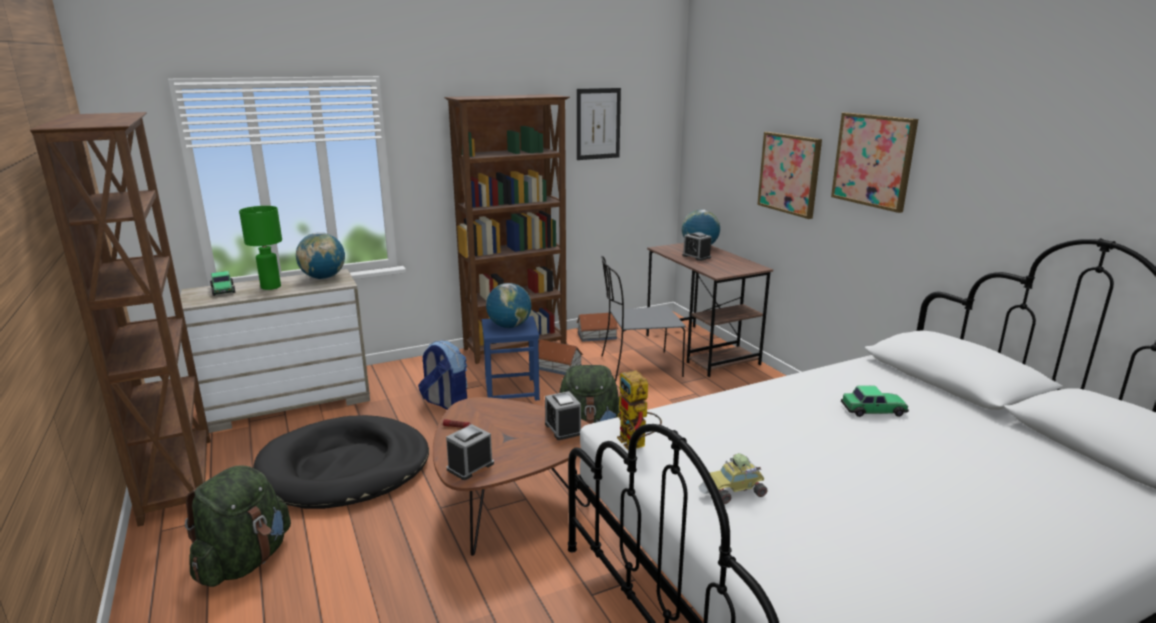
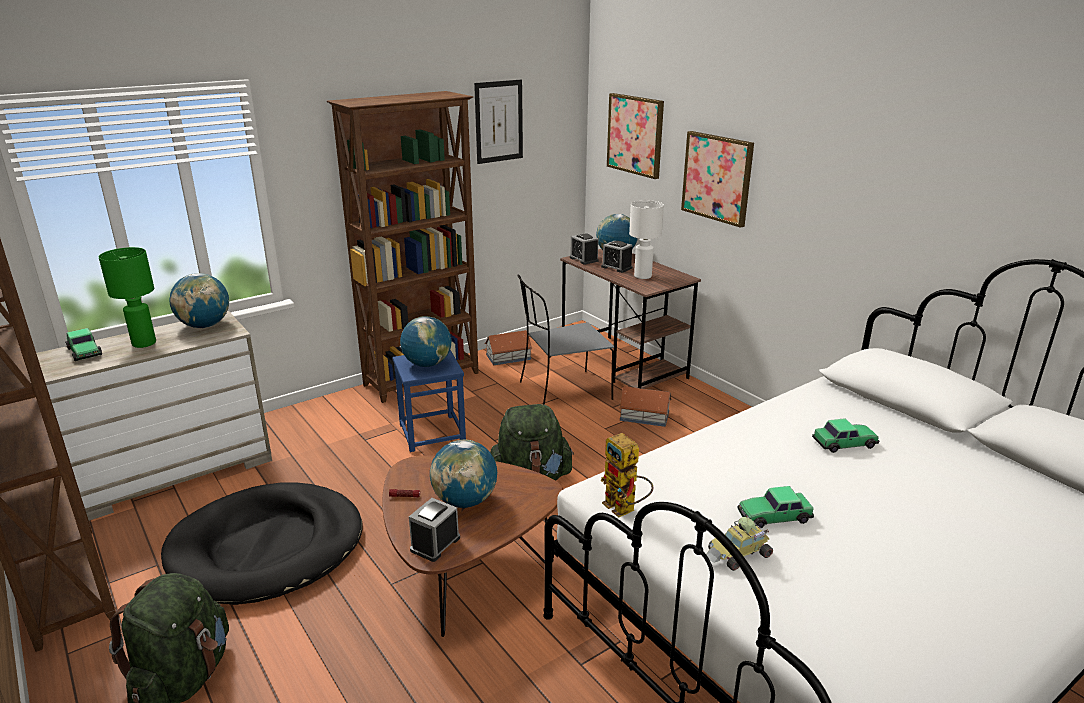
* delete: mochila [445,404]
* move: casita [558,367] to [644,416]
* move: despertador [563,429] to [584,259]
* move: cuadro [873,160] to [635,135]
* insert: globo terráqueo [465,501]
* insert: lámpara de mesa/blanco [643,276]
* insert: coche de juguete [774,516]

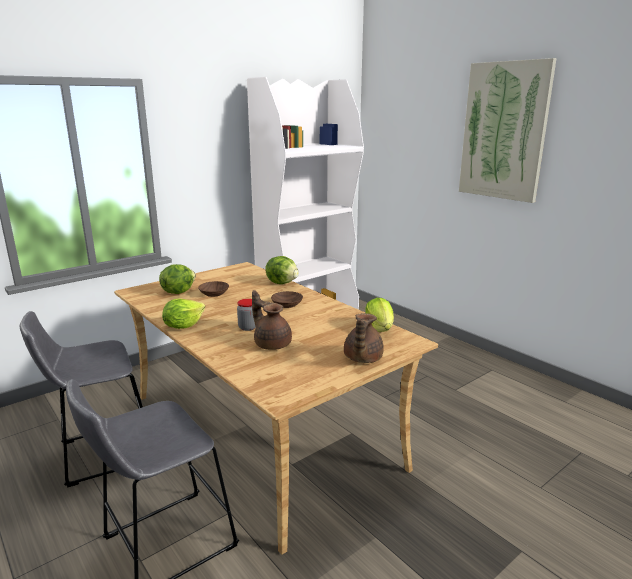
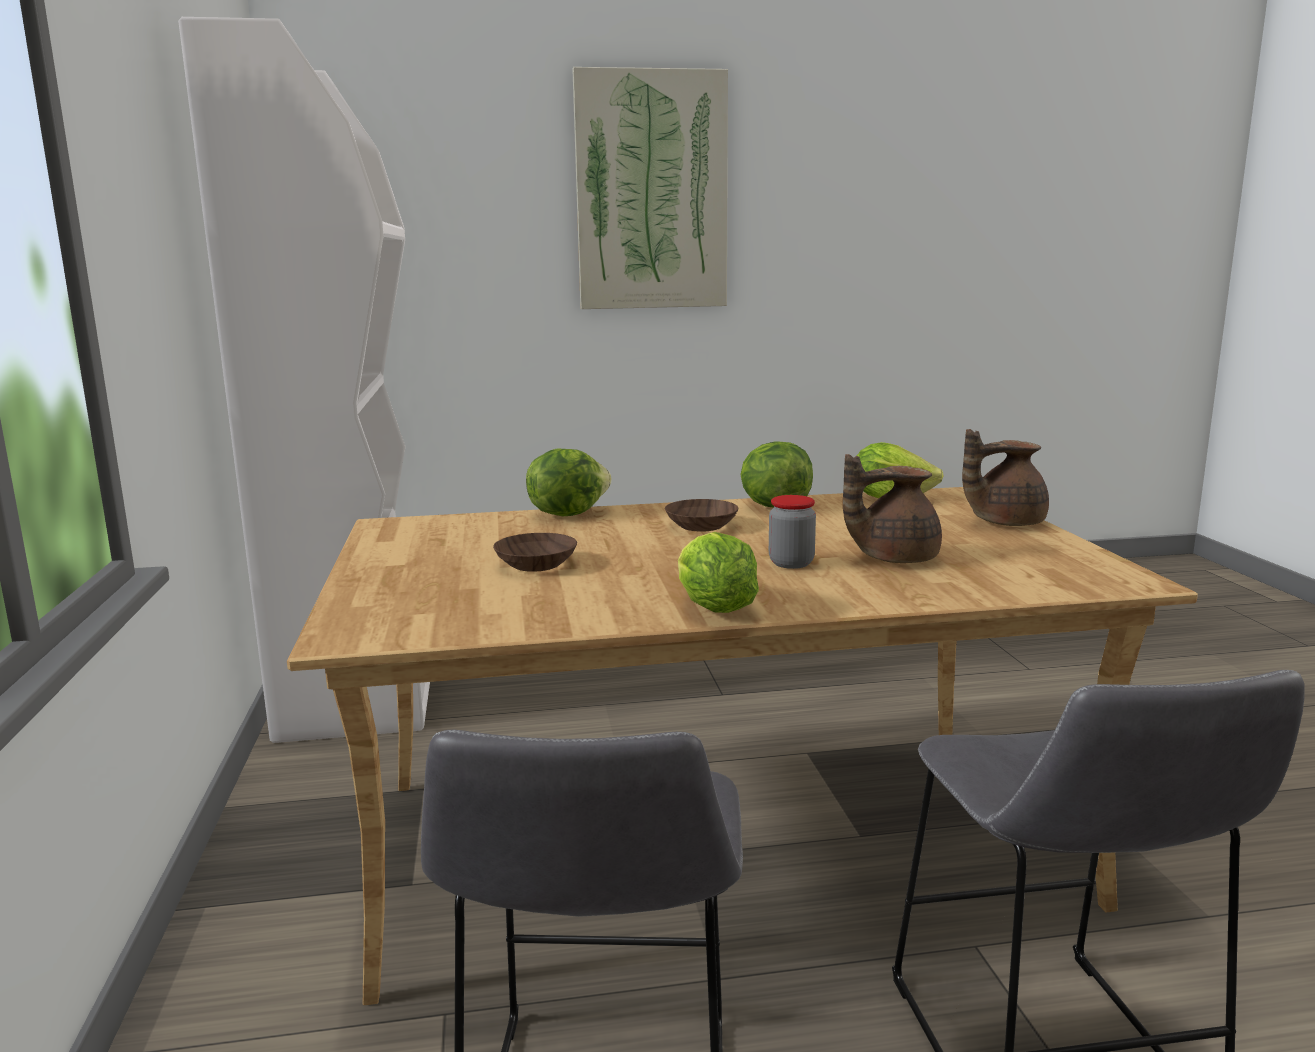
* move: lechuga [178,292] to [774,506]
* rotate: tetera/marrón [362,358] = [1003,522] 120 degrees clockwise

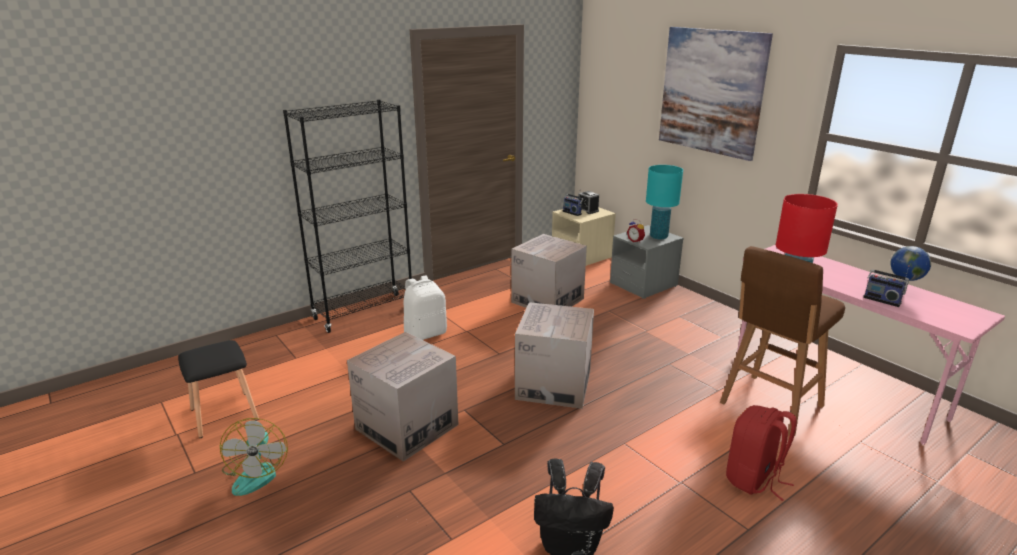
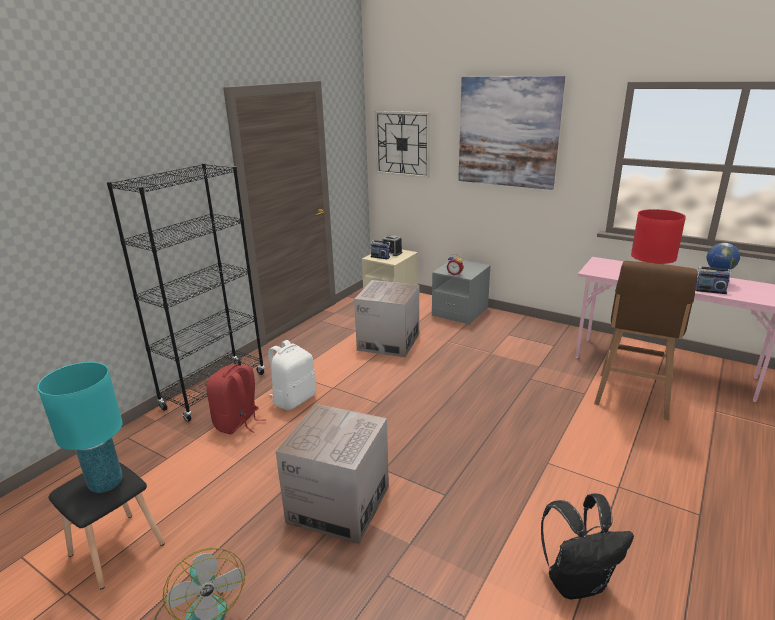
* delete: caja de cartón [553,385]
* move: lámpara de mesa/turquesa [659,237] to [106,483]
* move: mochila/rojo [754,479] to [238,423]
* insert: reloj de pared [402,144]

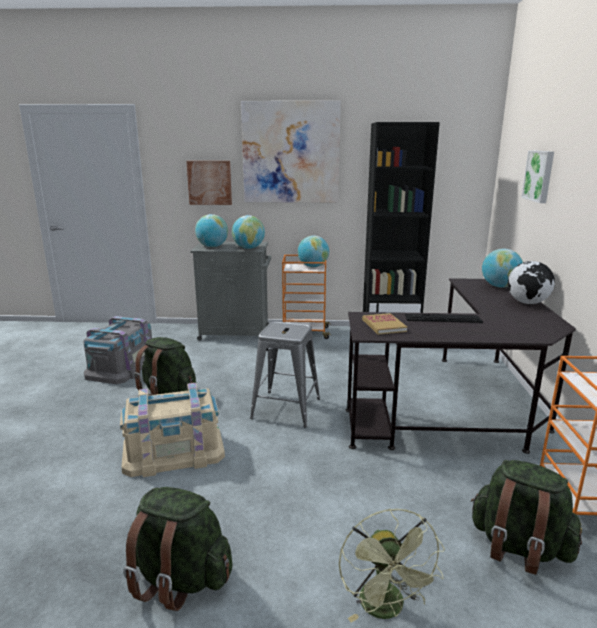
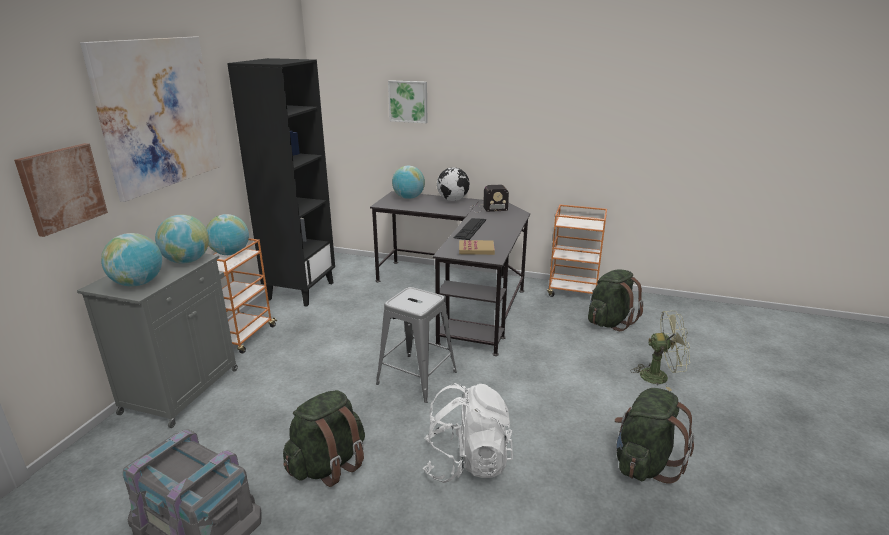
* replace: caja de almacenaje/beis [174,450] to mochila/blanco [467,462]
* insert: radio [487,208]

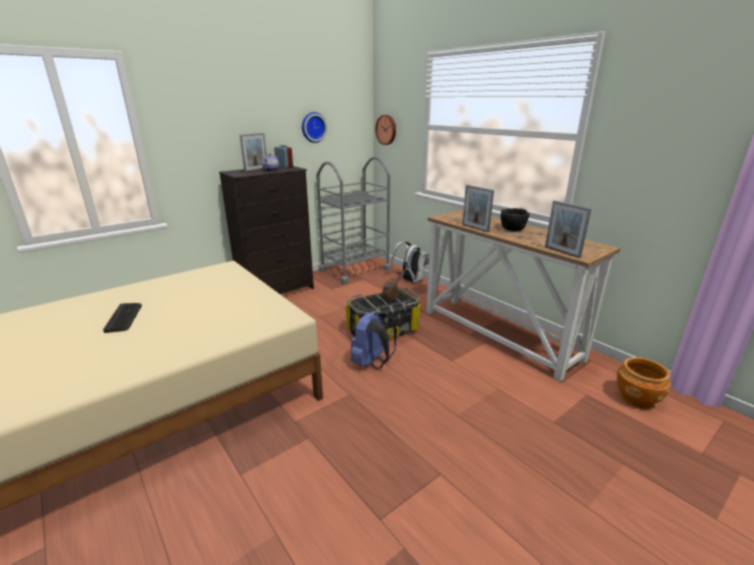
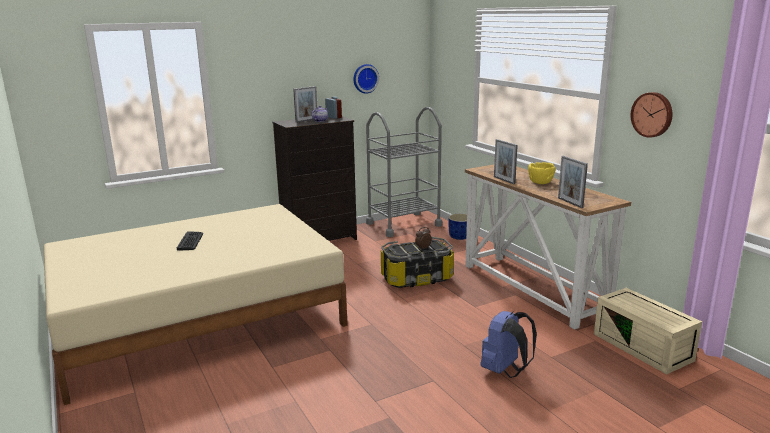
* move: mochila/azul [372,363] to [505,370]
* move: reloj de pared [386,130] to [652,114]
* replace: mochila/blanco [410,280] to maceta/azul [459,237]
* recolor: cuenco/negro [512,229] to cuenco/amarillo [540,182]
* replace: maceta/marrón [637,398] to caja de almacenaje/beis [644,347]

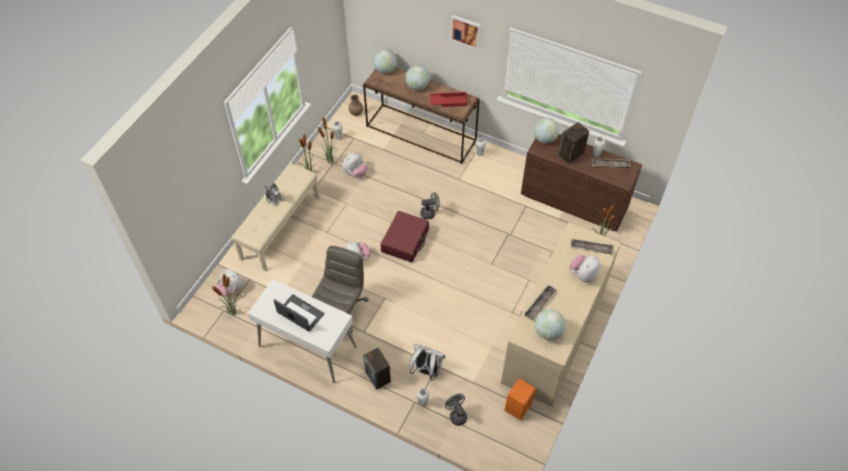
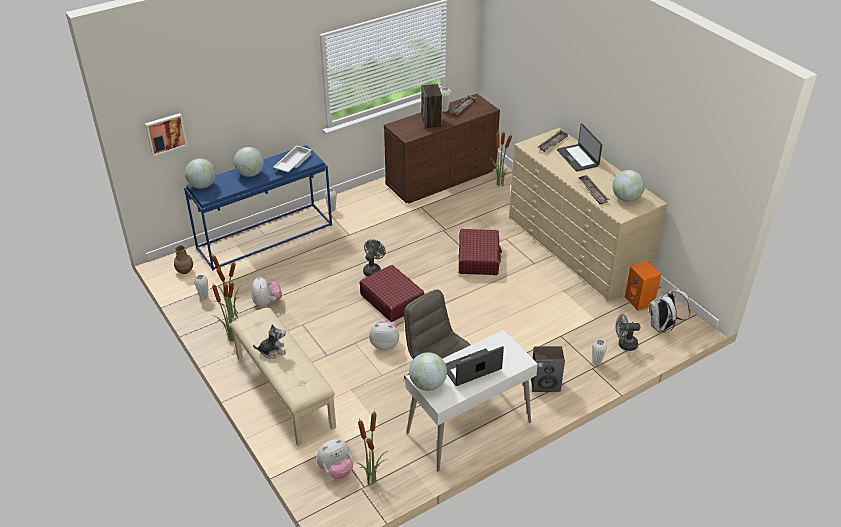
* recolor: mesa consola/marrón [422,133] to mesa consola/azul [265,235]
* move: mochila/blanco [426,370] to [662,327]
* recolor: bandeja/rojo [448,101] to bandeja/blanco [292,162]
* move: cuadro [466,31] to [165,133]
* move: globo terráqueo [545,139] to [428,384]
* replace: peluche [583,274] to portátil [578,158]
* insert: maleta/rojo [478,258]

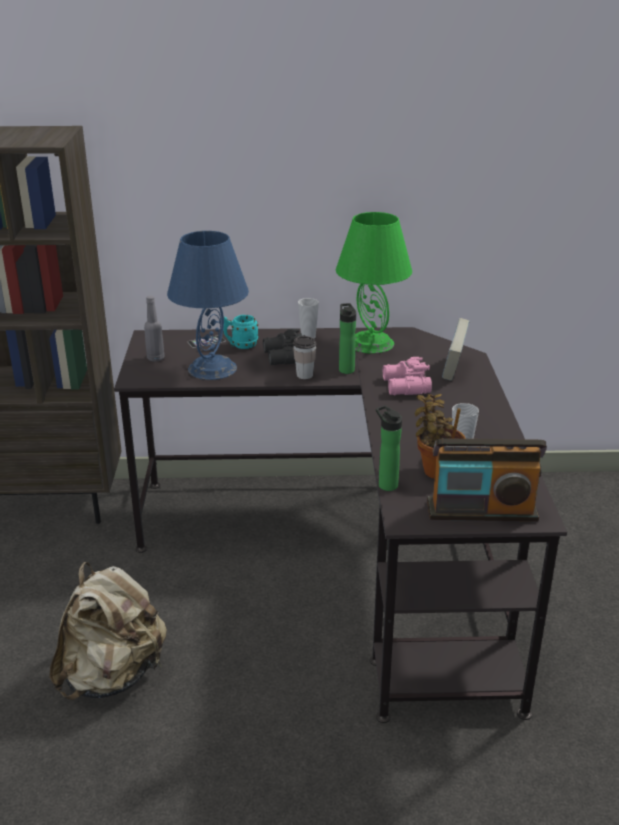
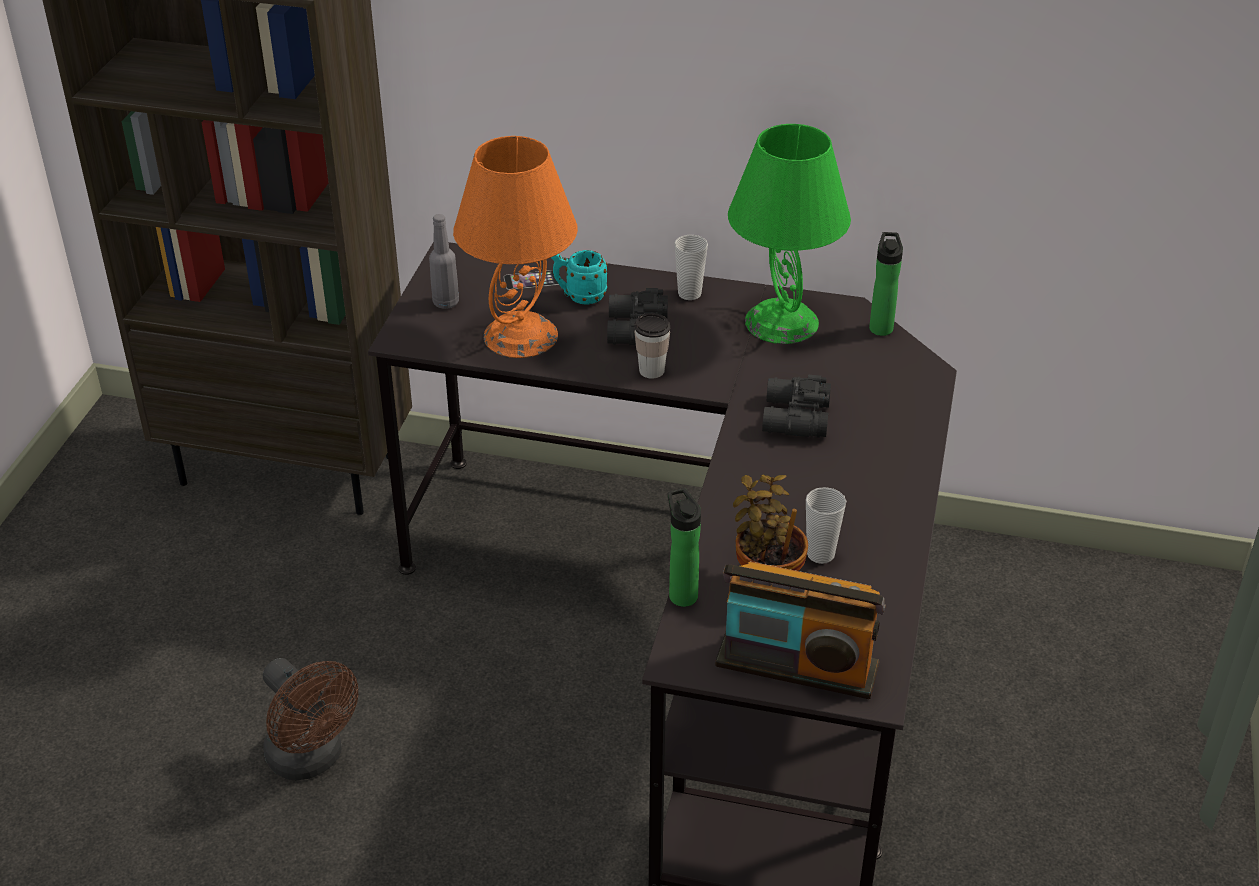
* replace: mochila/beis [113,675] to ventilador/marrón [312,759]
* recolor: lámpara de mesa/azul [212,369] to lámpara de mesa/naranja [521,336]
* move: botella [346,369] to [881,326]
* recolor: prismáticos/rosa [405,387] to prismáticos/negro [793,418]
* delete: libro [453,370]

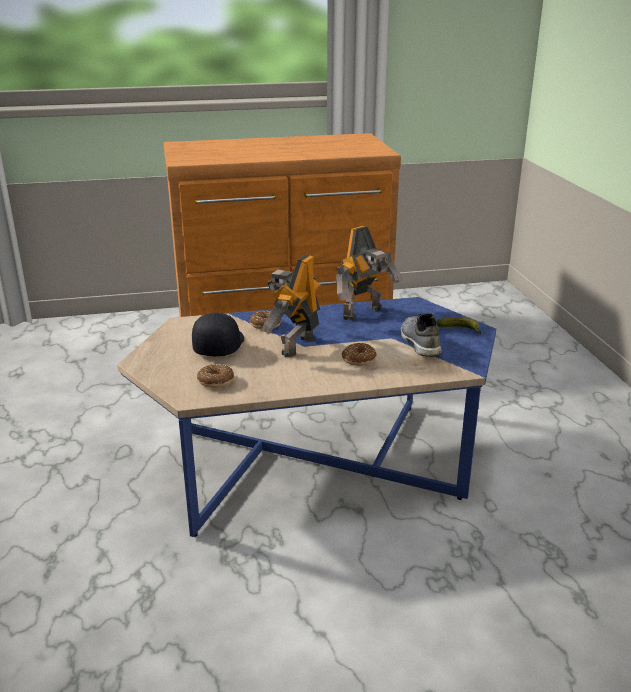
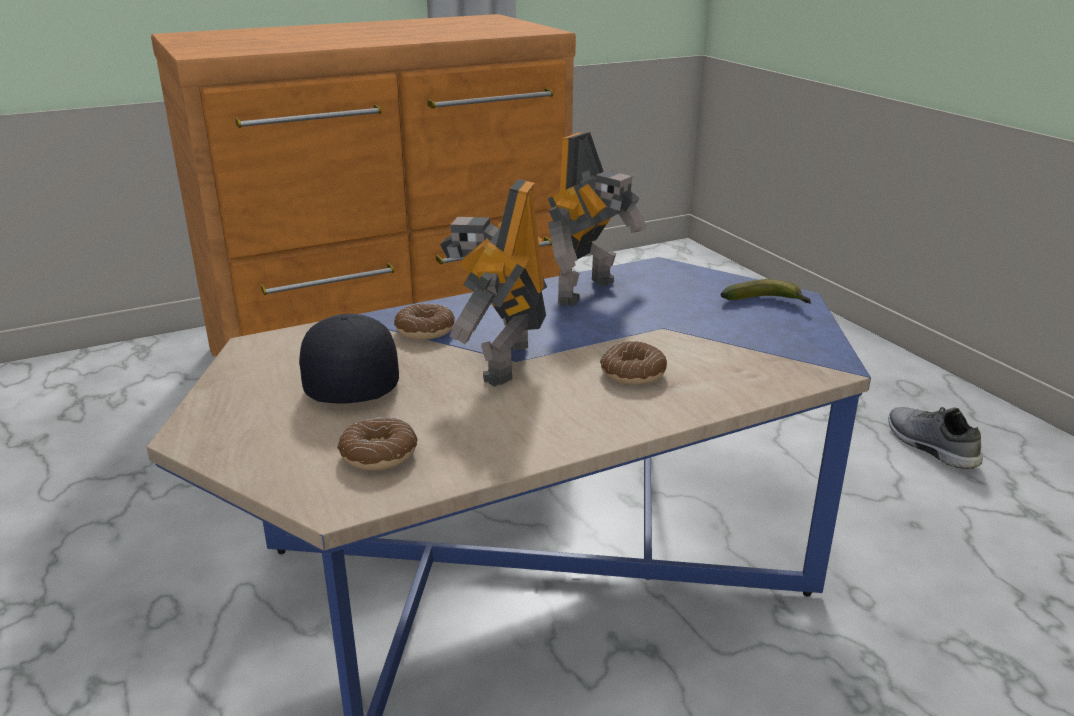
* move: zapato/gris [419,342] to [928,446]

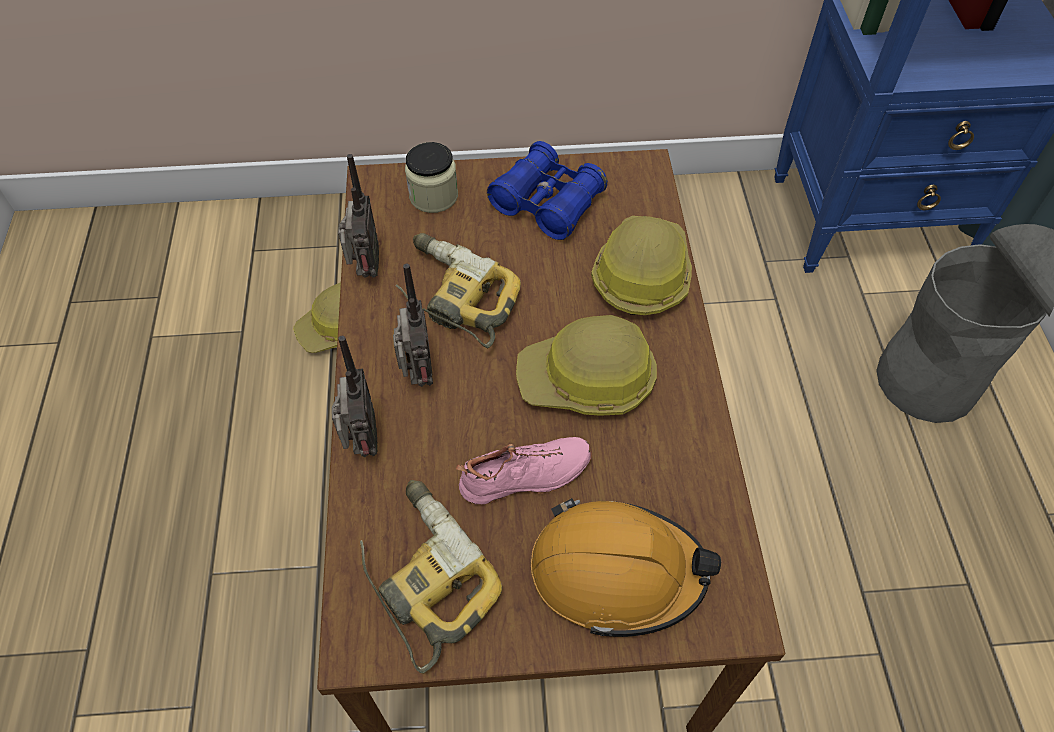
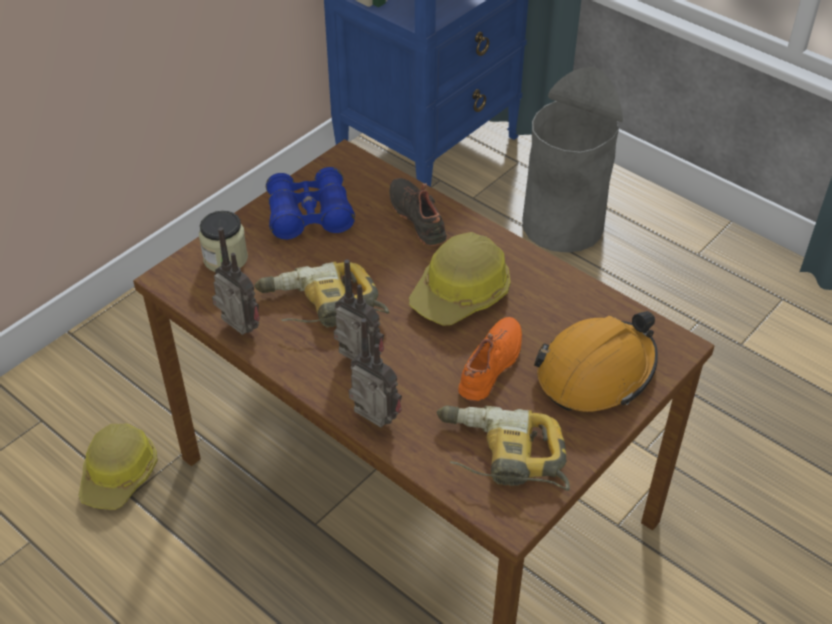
* recolor: zapato/rosa [526,478] to zapato/naranja [492,366]
* replace: casco [641,274] to zapato/negro [419,218]

